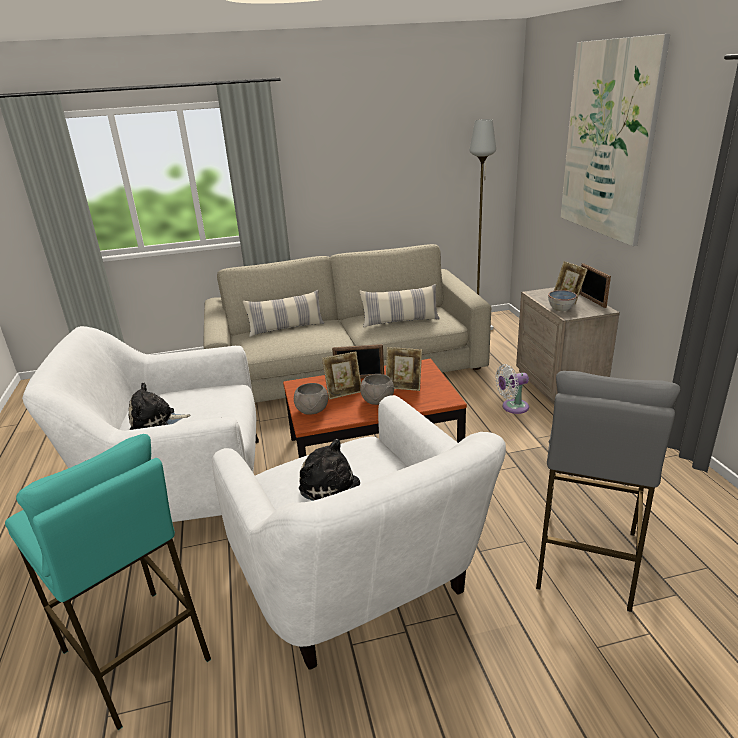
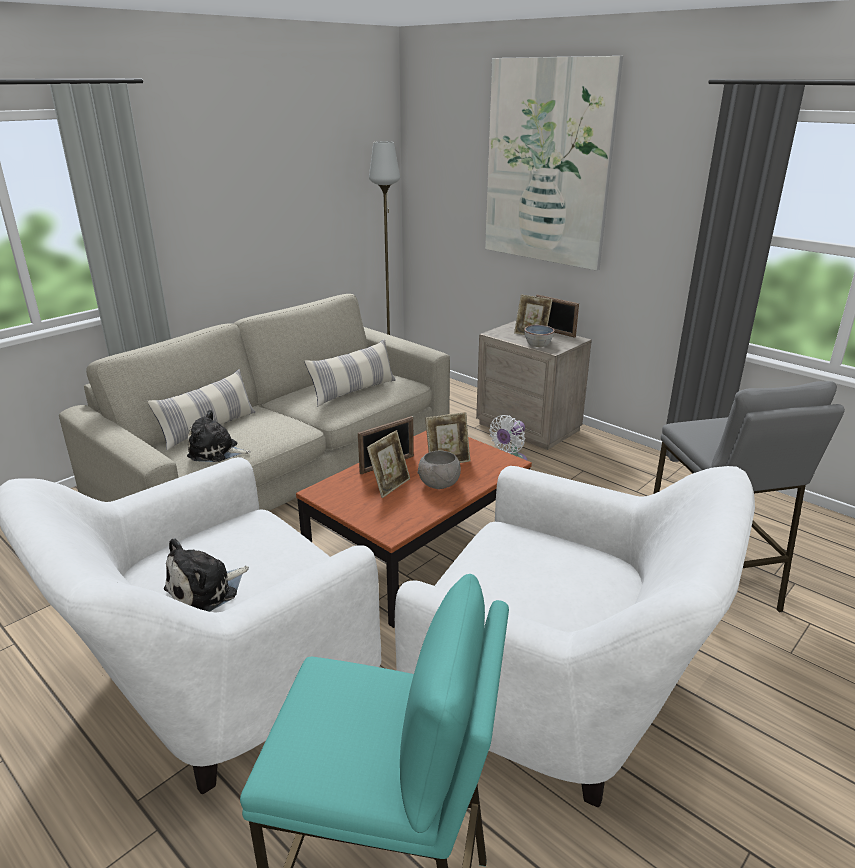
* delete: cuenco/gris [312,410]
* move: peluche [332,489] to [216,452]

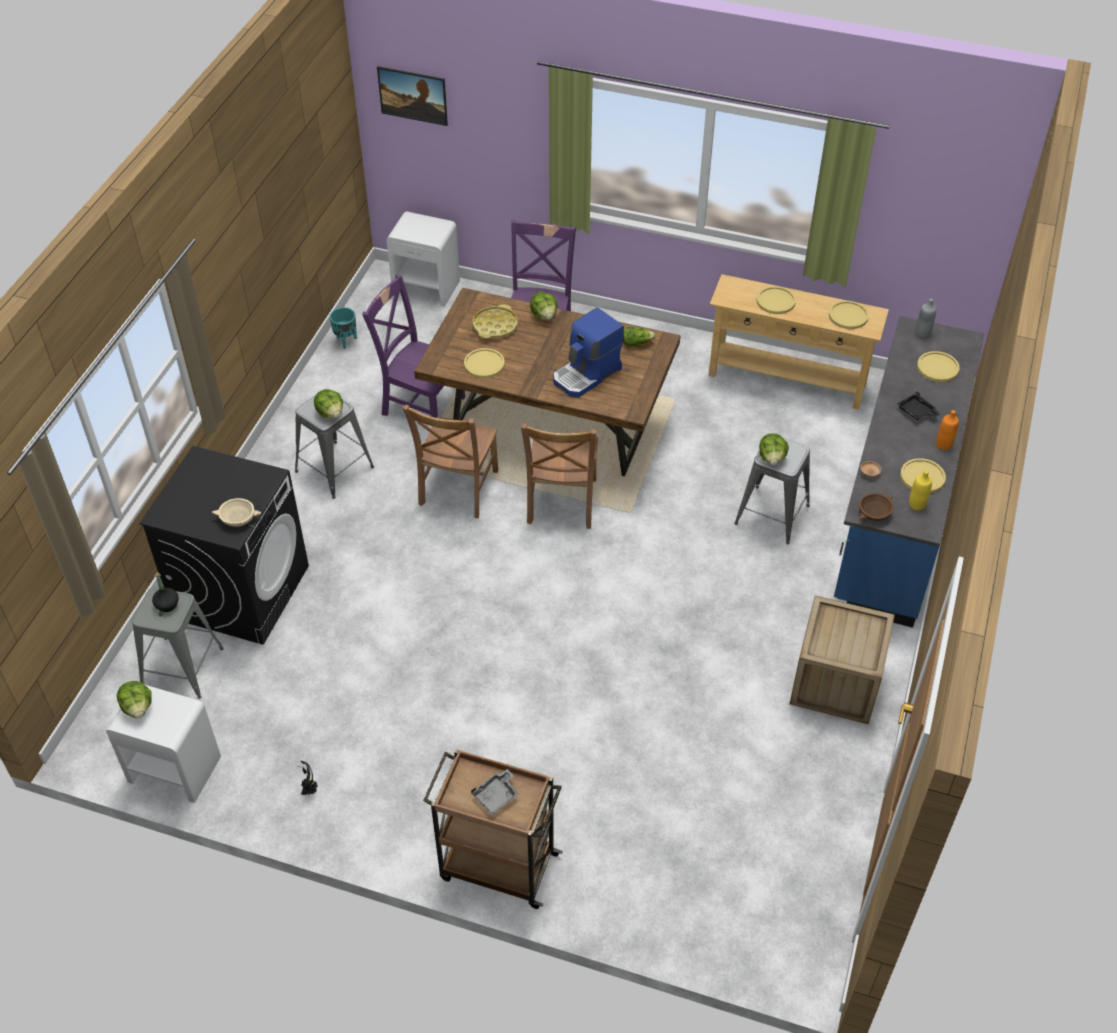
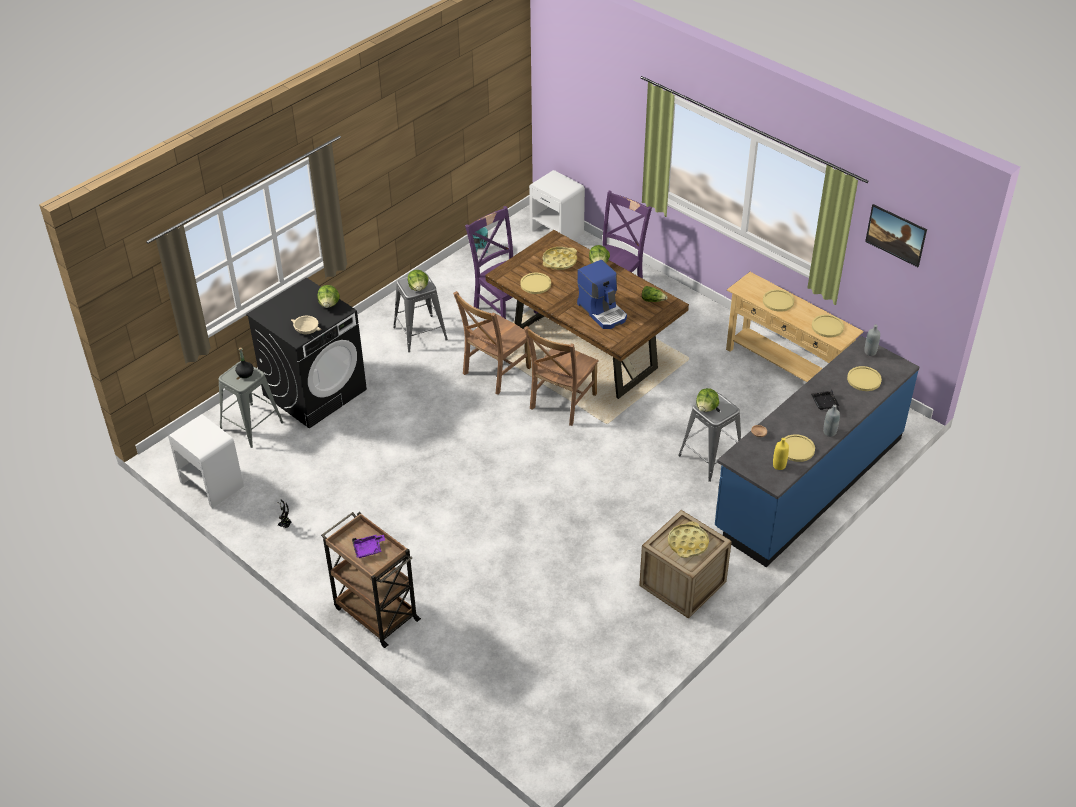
* move: lechuga [138,707] to [329,304]
* move: cuadro [413,107] to [894,244]
* recolor: bandeja/gris [496,796] to bandeja/morado [368,549]
* rotate: cafetera [587,375] = [603,311] 105 degrees counterclockwise
* delete: cuenco/marrón [874,513]
* recolor: botella/naranja [943,444] to botella/gris [829,432]
* insert: bandeja/amarillo [688,543]

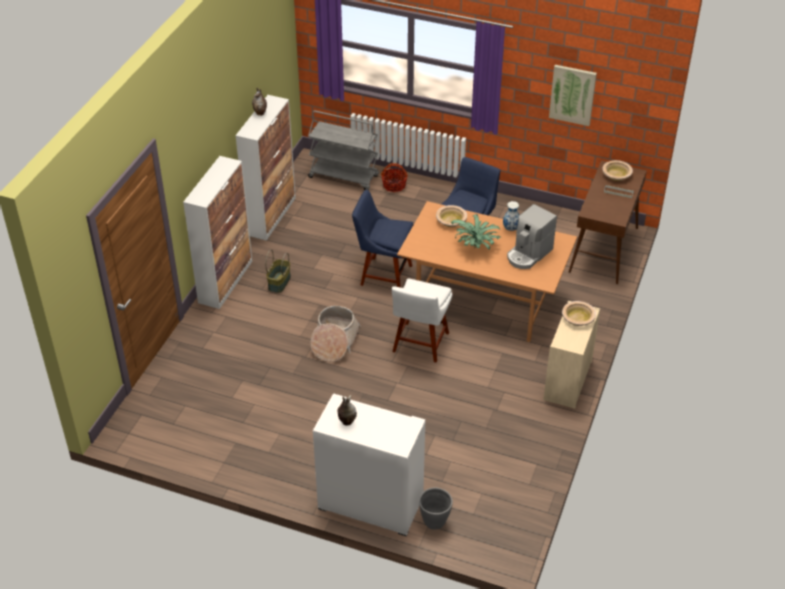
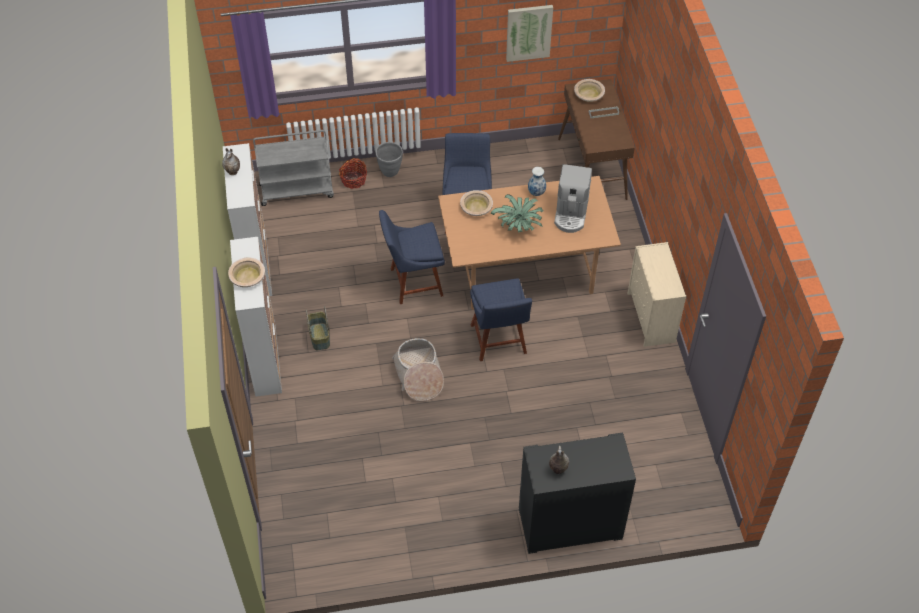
* recolor: armario/blanco [369,504] to armario/negro [569,525]
* recolor: silla/blanco [419,344] to silla/azul [499,341]
* move: maceta/gris [435,522] to [390,171]
* move: cuenco/beis [578,318] to [247,276]

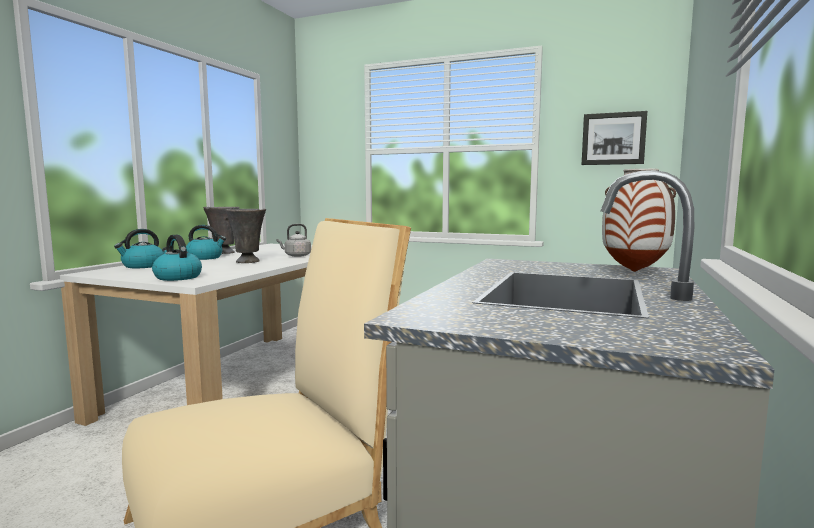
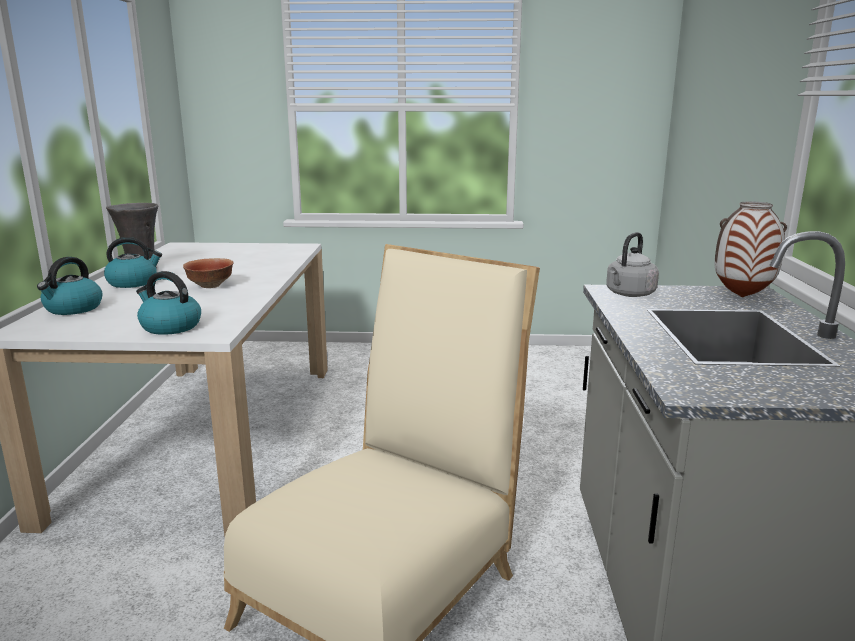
* replace: florero/gris [248,262] to cuenco [211,286]
* move: hervidor/gris [296,256] to [629,294]
* delete: cuadro [613,139]

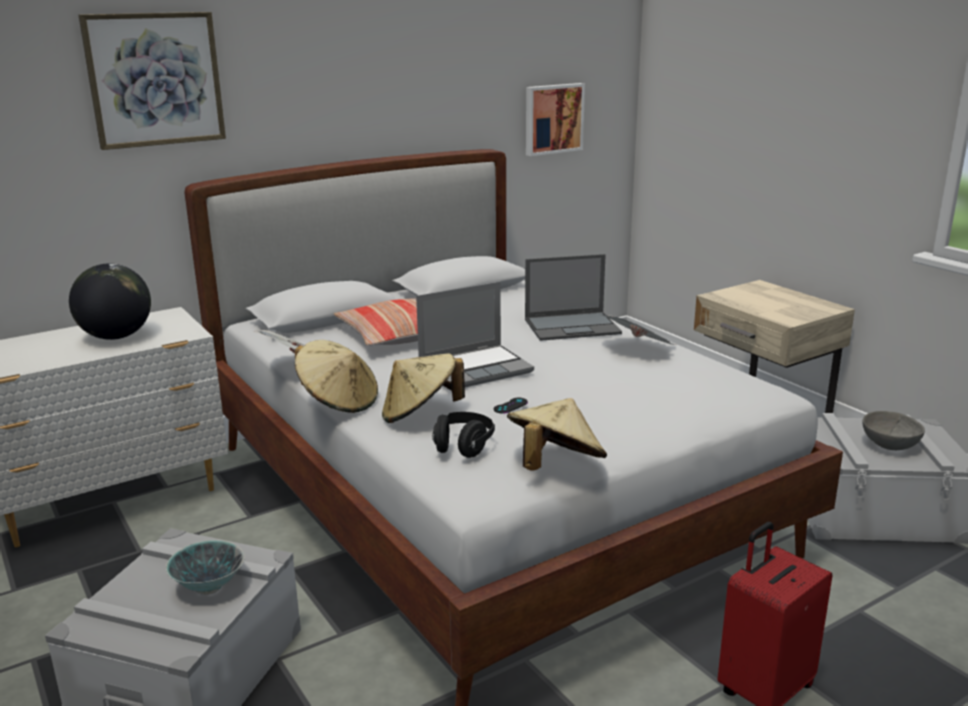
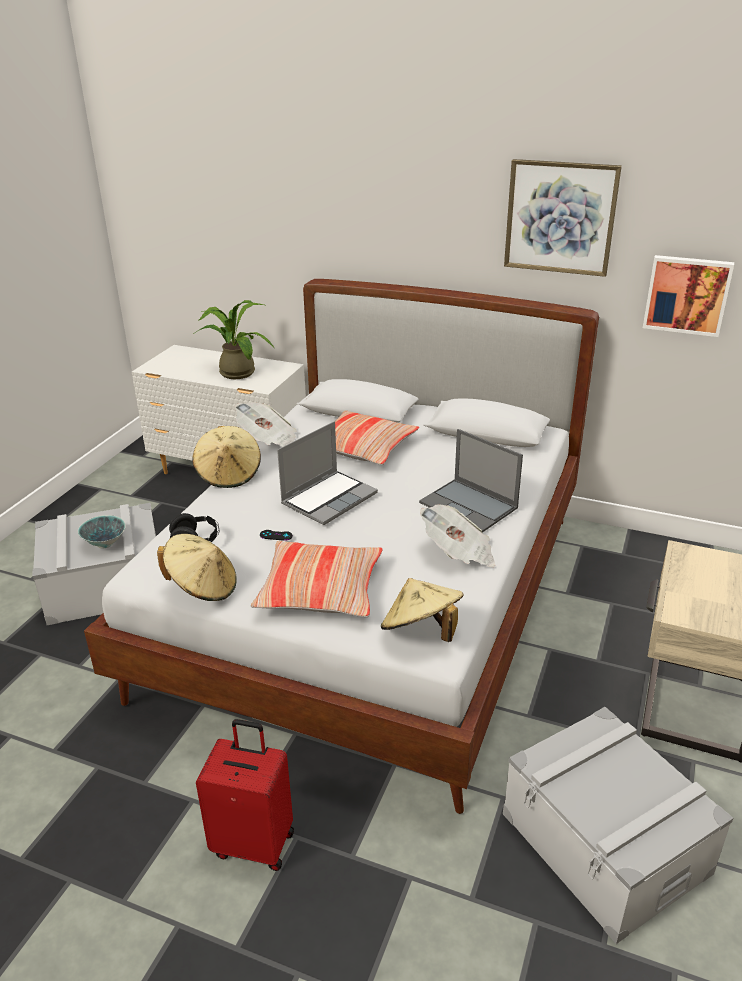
* replace: globo terráqueo [116,337] to planta en maceta [235,371]
* move: cuadro [155,79] to [560,217]
* move: sombrero/beis [420,414] to [421,632]
* rotate: portátil [475,369] = [329,498] 75 degrees counterclockwise
* delete: cuenco/gris [889,445]
* insert: cojín [320,590]

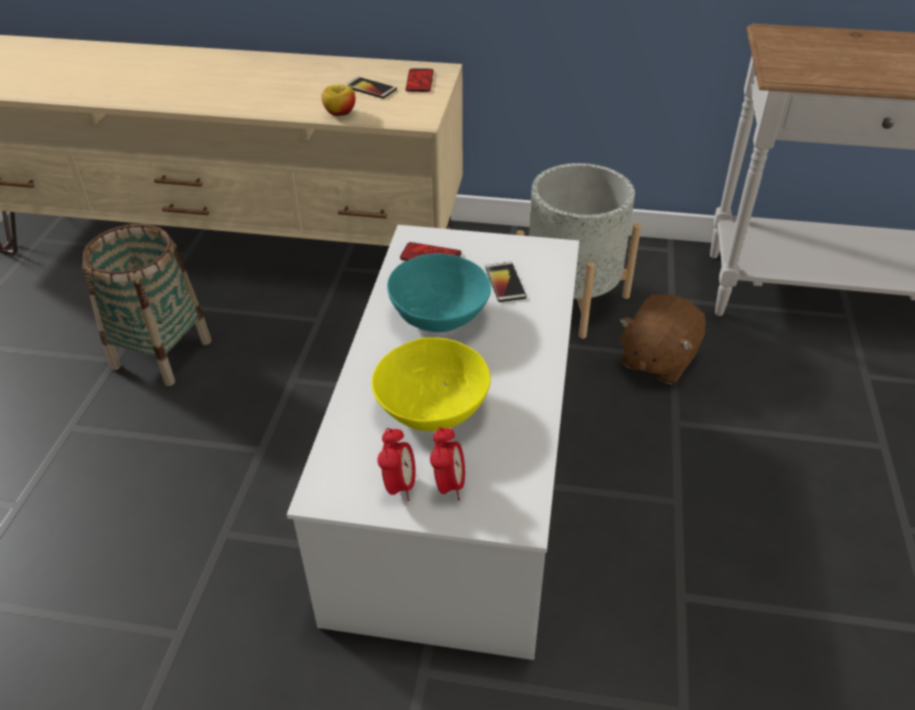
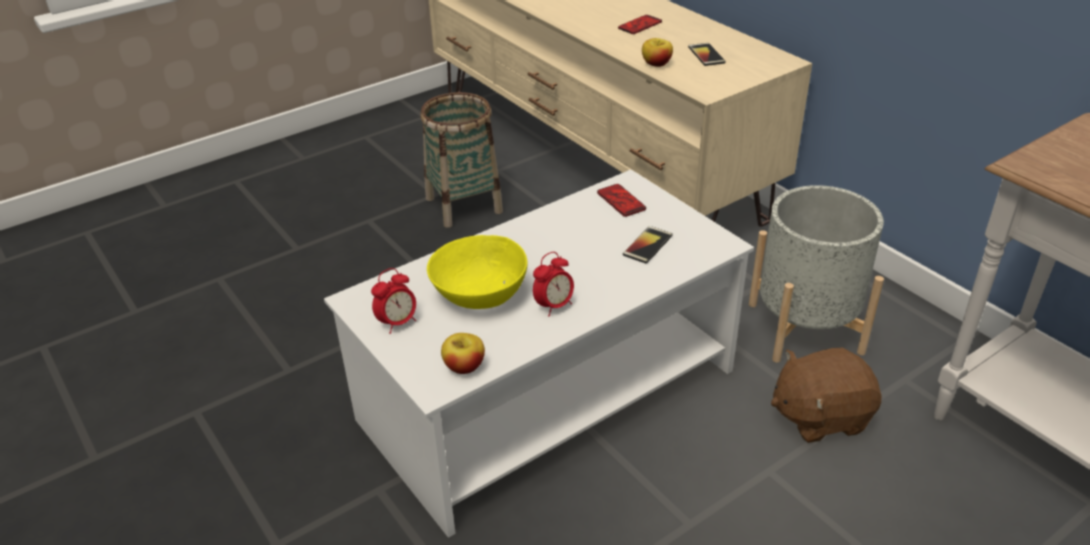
* delete: cuenco/turquesa [440,315]
* move: móvil [419,81] to [640,25]
* move: despertador [448,485] to [554,306]
* insert: manzana [464,366]

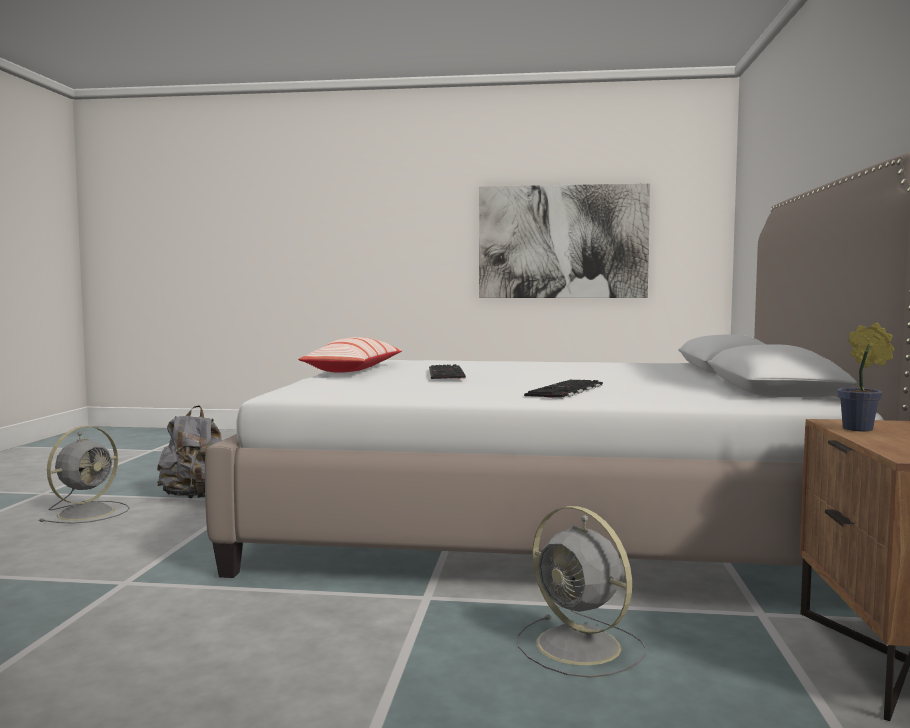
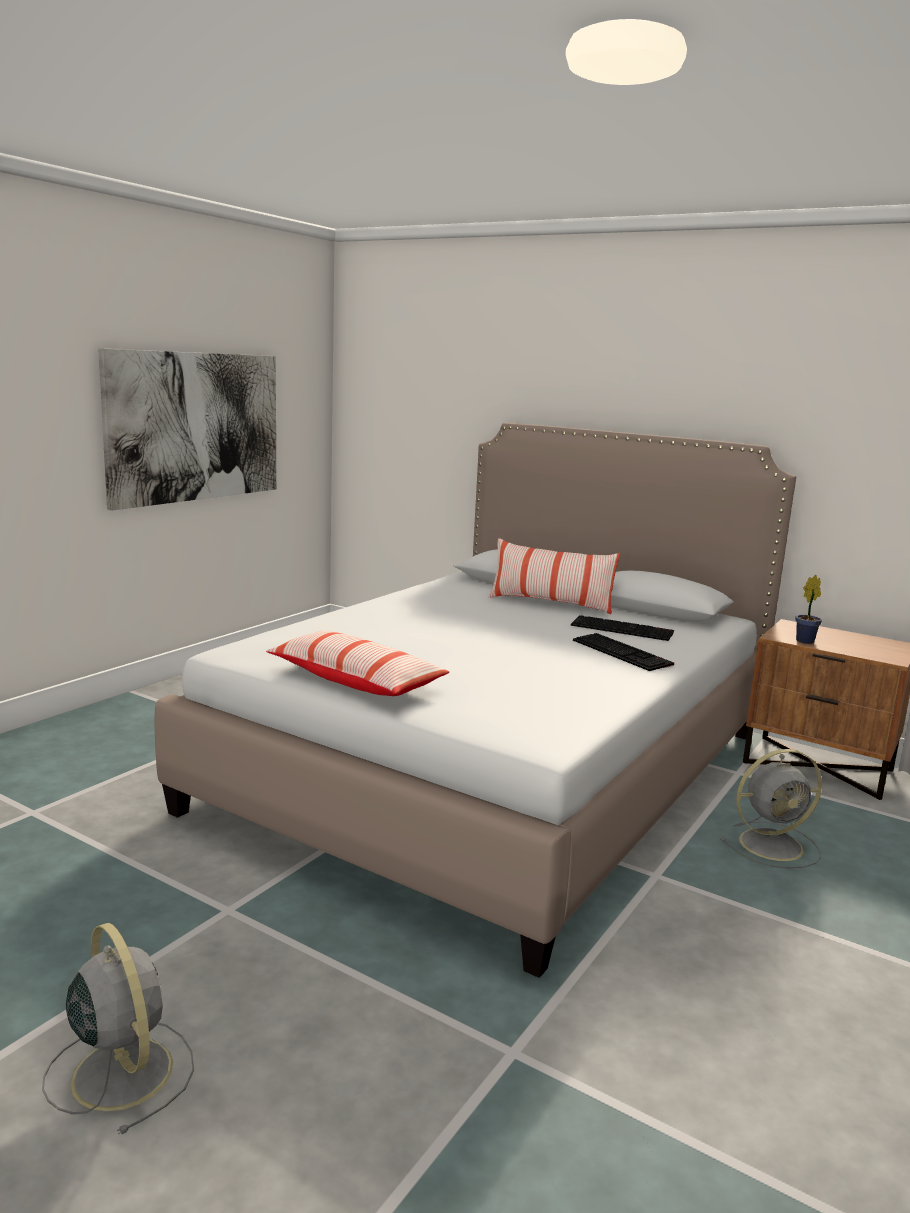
* delete: mochila/gris [195,497]
* move: teclado [447,373] to [623,629]
* insert: cojín [550,603]

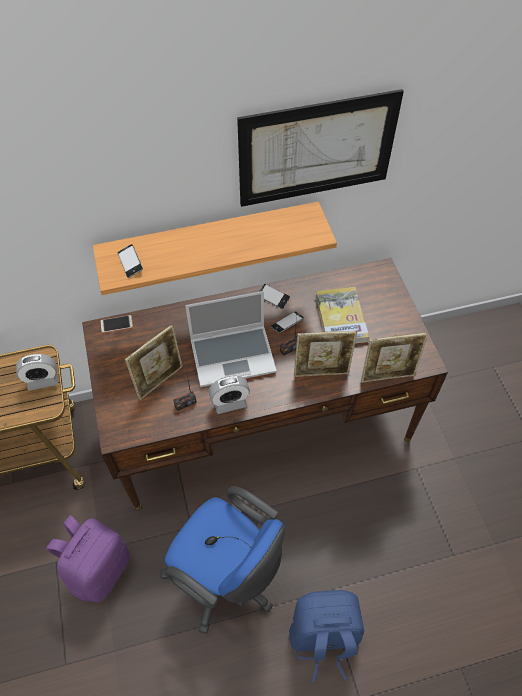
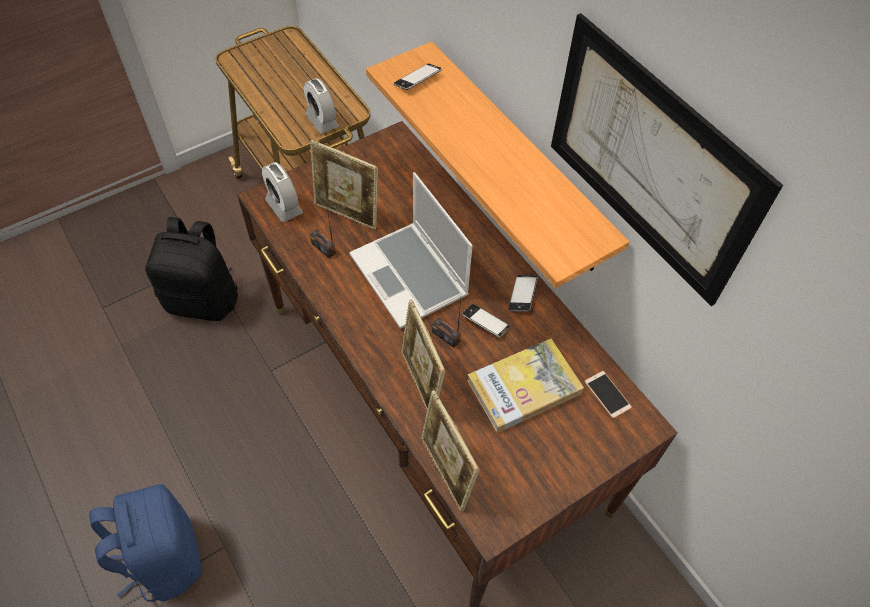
* recolor: mochila/morado [99,568] to mochila/negro [204,300]
* move: móvil [116,324] to [607,395]
* delete: silla de oficina/azul [227,578]
* move: despertador [230,403] to [284,206]

